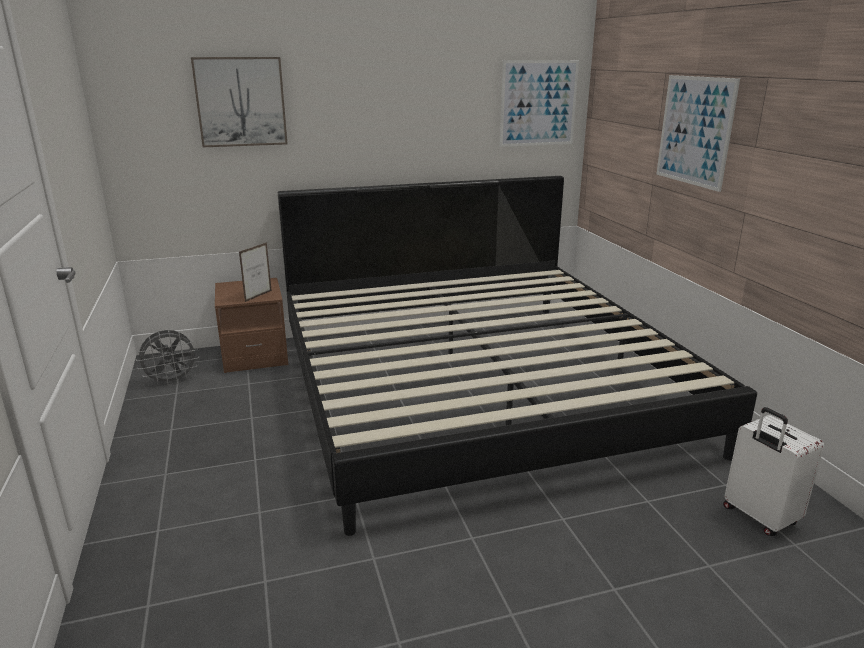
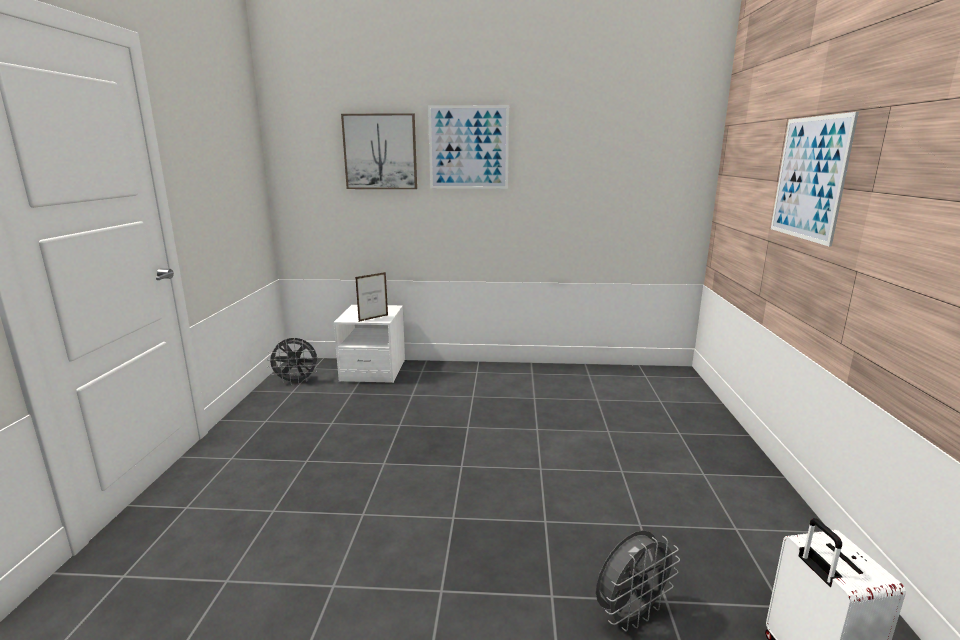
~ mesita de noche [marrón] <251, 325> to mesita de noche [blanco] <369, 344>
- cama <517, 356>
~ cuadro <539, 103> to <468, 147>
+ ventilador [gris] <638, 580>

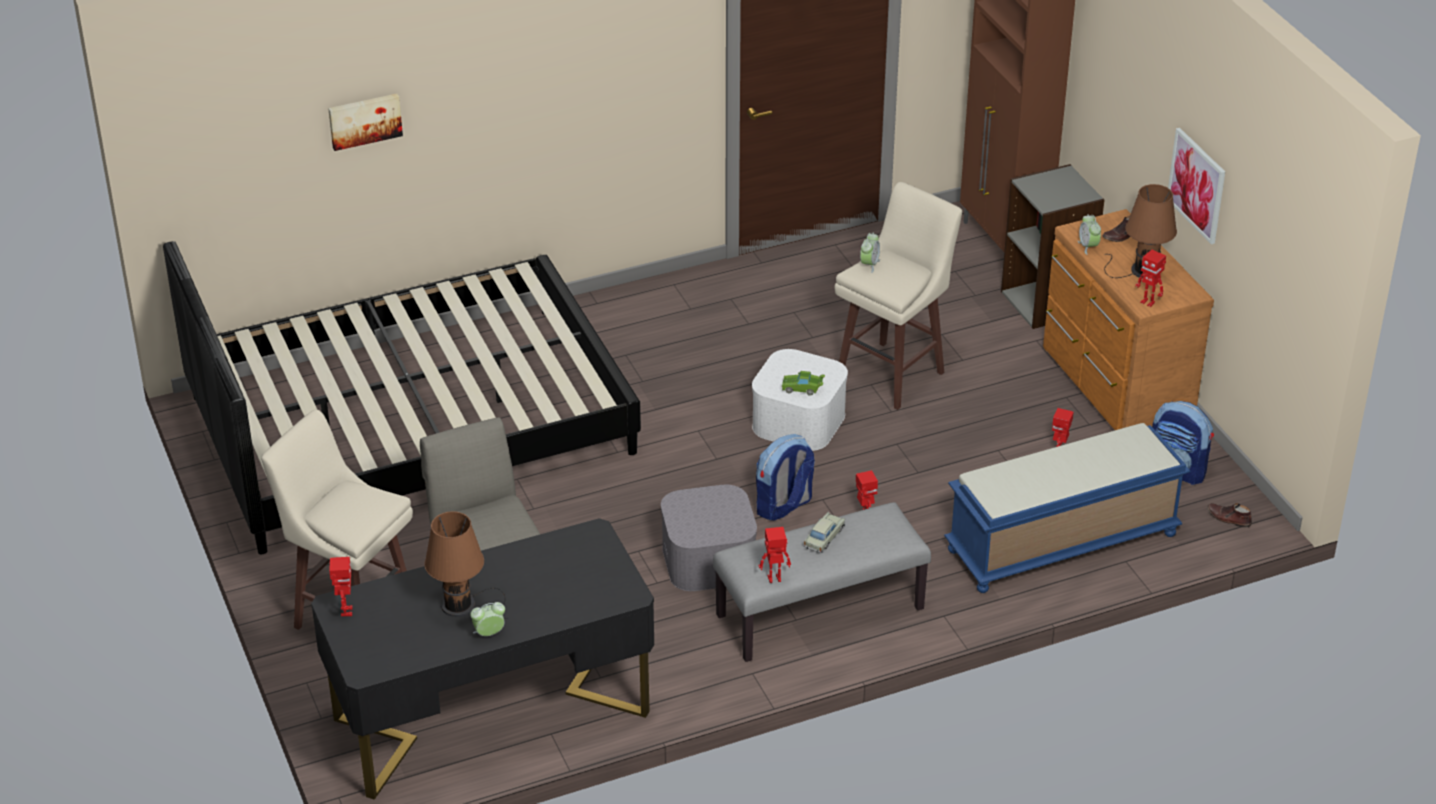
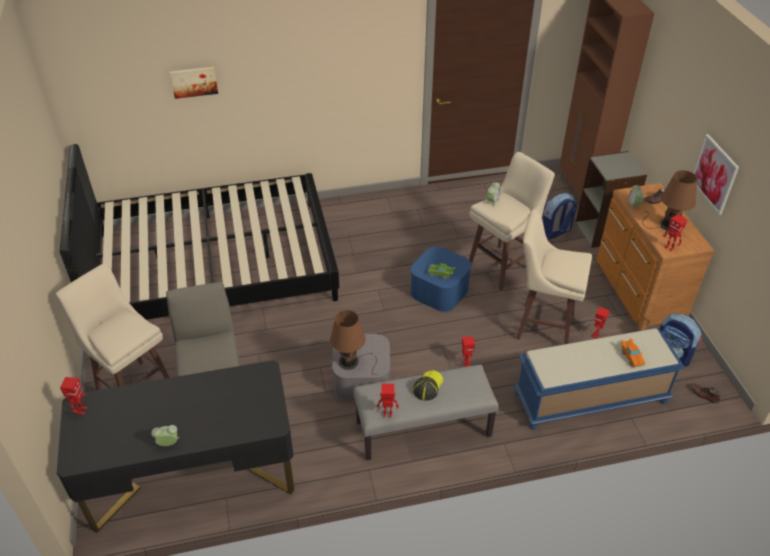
~ lámpara de mesa [marrón] <466, 565> to <353, 342>
~ caja de almacenaje [blanco] <800, 400> to caja de almacenaje [azul] <441, 279>
~ mochila <785, 477> to <560, 216>
~ coche de juguete [beis] <824, 532> to gorra <428, 386>
+ taburete [beis] <554, 276>
+ coche de juguete [naranja] <633, 353>

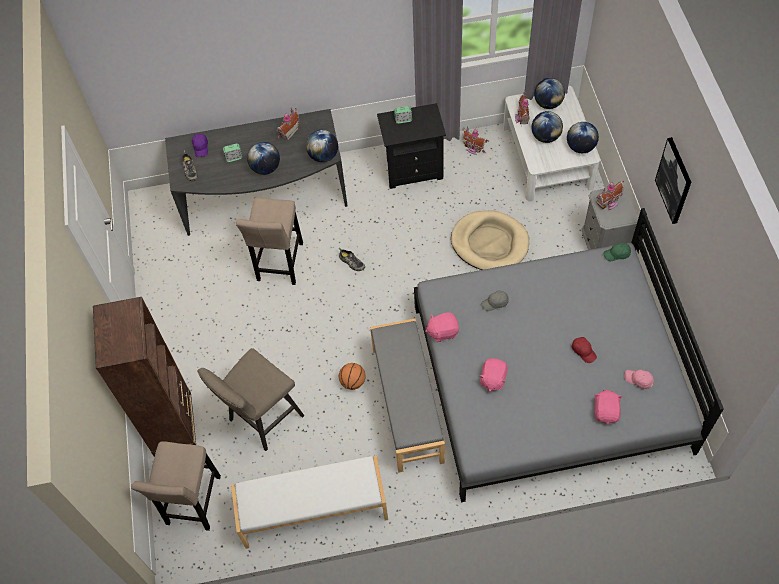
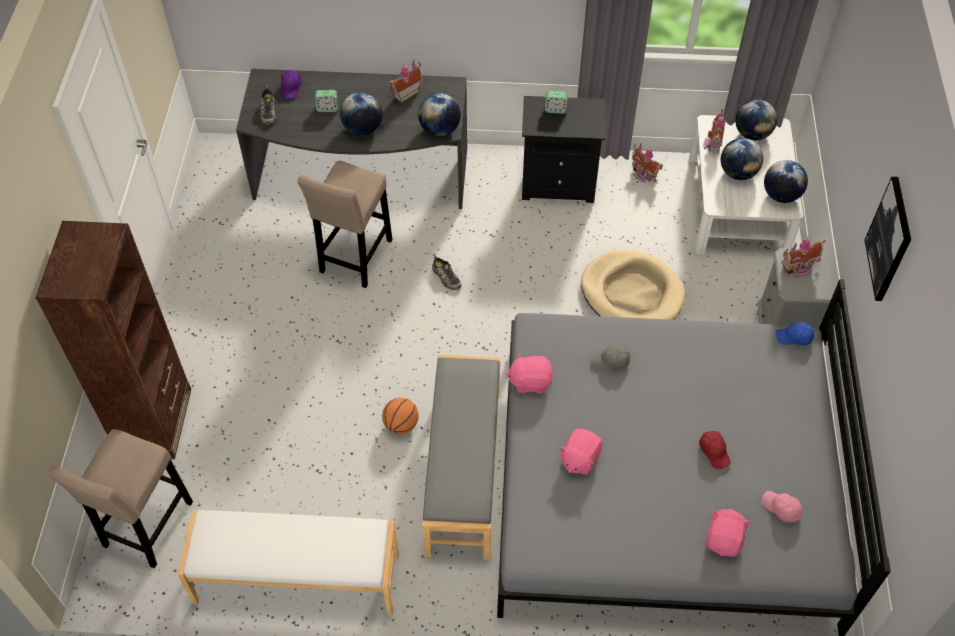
- taburete [beis] <251, 399>
~ gorra [verde] <617, 251> to gorra [azul] <795, 333>

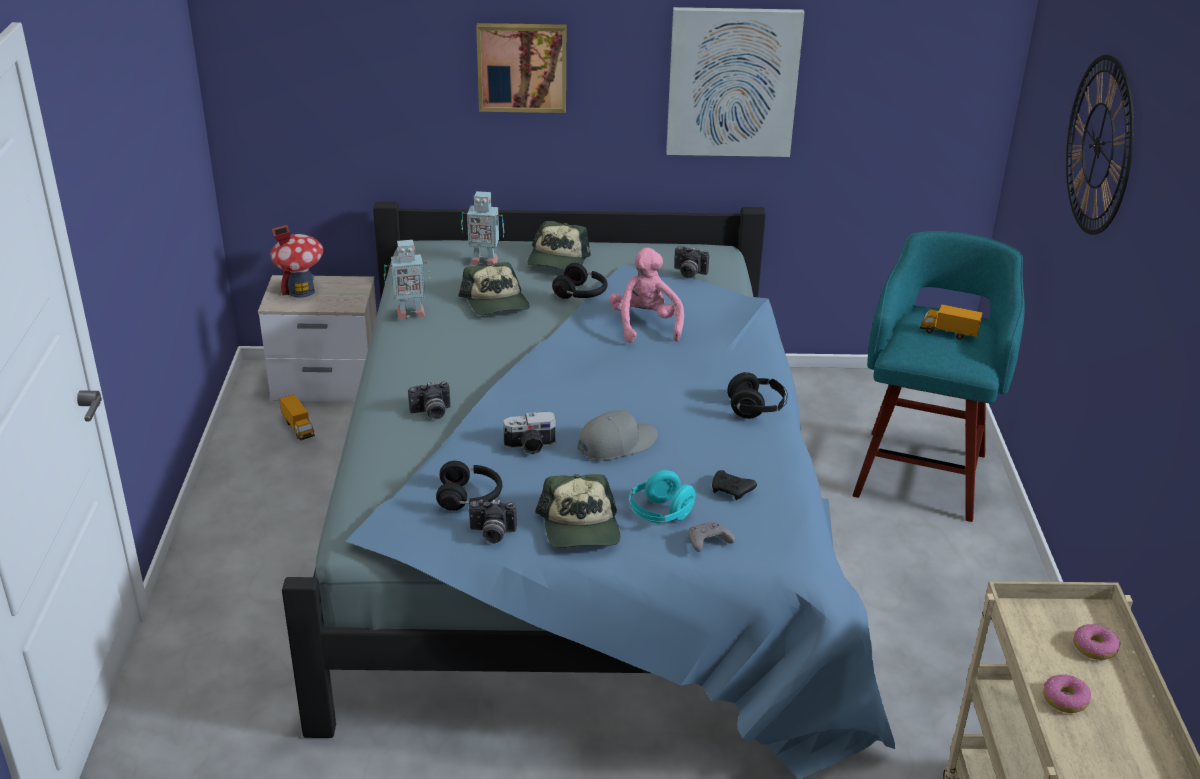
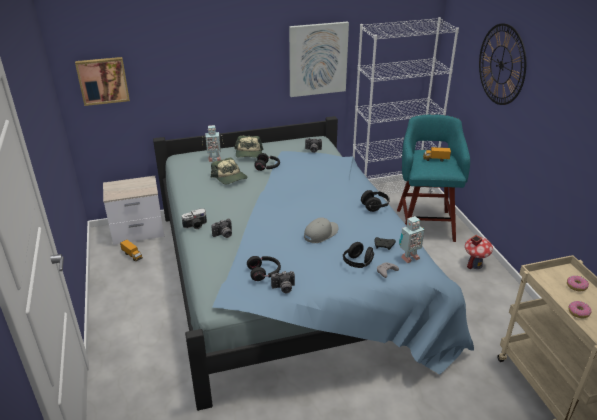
~ casita <296, 261> to <479, 252>
~ robot de juguete <407, 279> to <411, 239>
~ cuadro <521, 68> to <102, 81>
~ cámara <529, 432> to <194, 218>
- gorra <577, 511>
- peluche [rosa] <646, 295>
~ auriculares [turquesa] <662, 497> to auriculares [negro] <358, 255>
+ estantería [blanco] <406, 105>

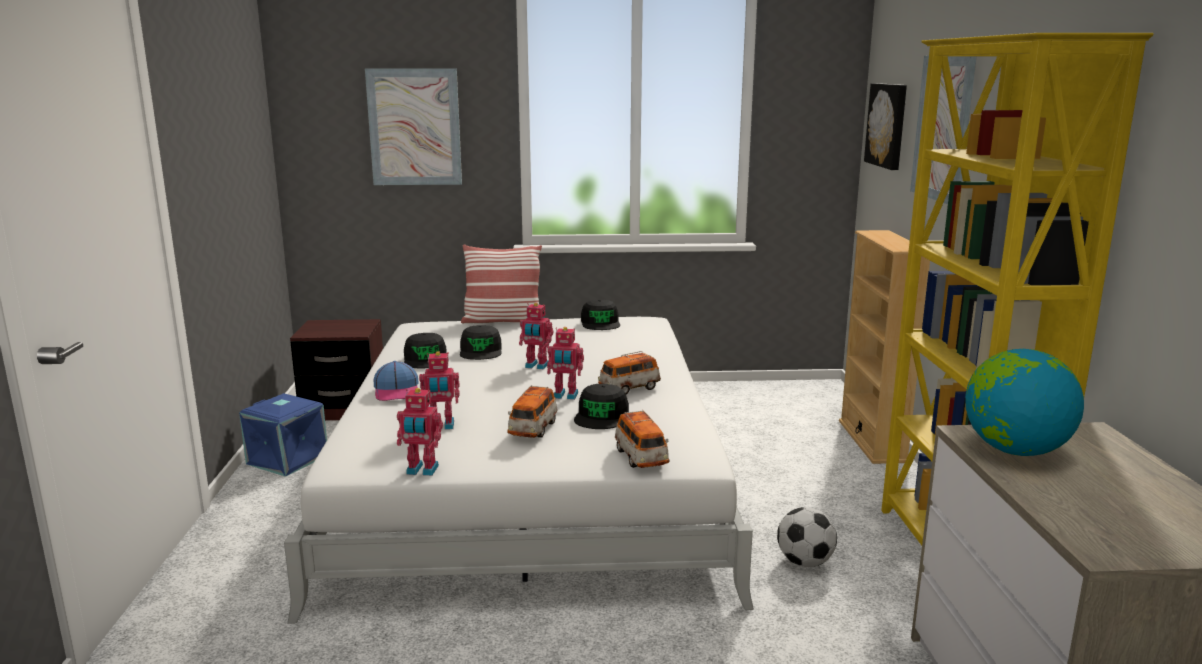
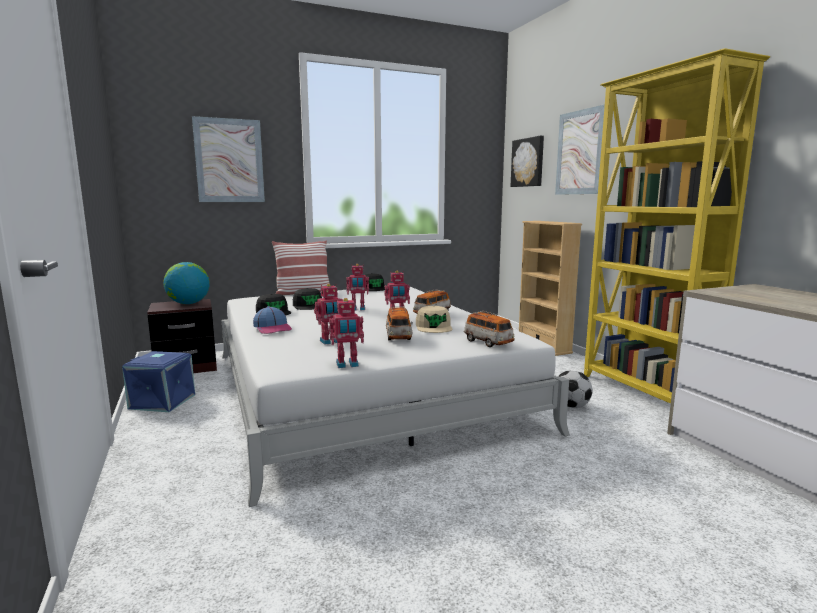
~ gorra [negro] <601, 406> to gorra [beis] <434, 319>
~ globo terráqueo <1024, 402> to <186, 283>

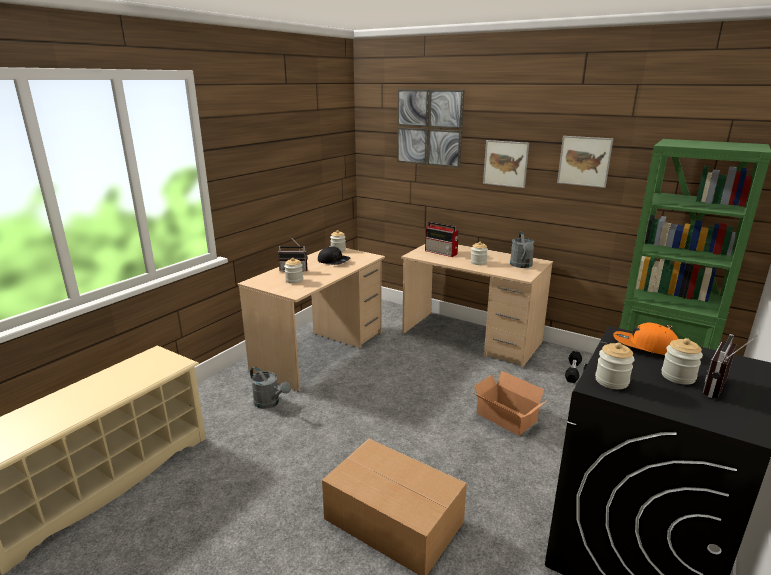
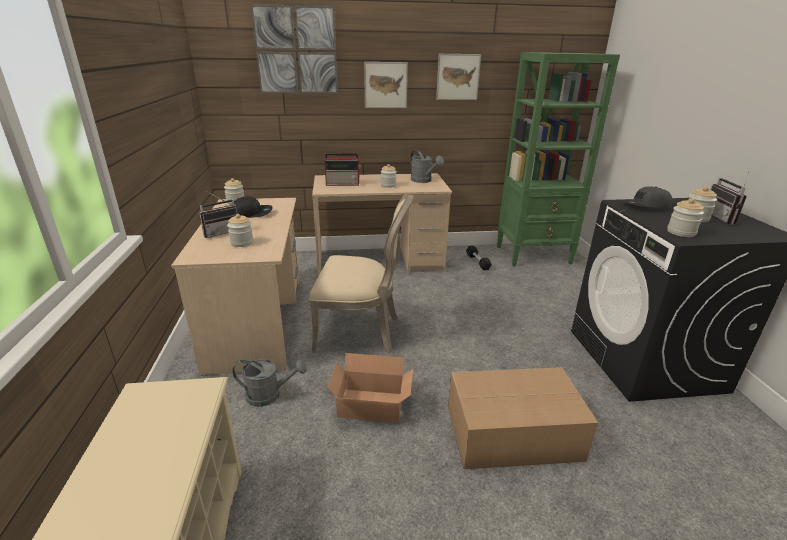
~ caja de cartón <511, 403> to <370, 388>
~ gorra [naranja] <645, 338> to gorra [gris] <647, 197>
+ silla [beis] <361, 273>

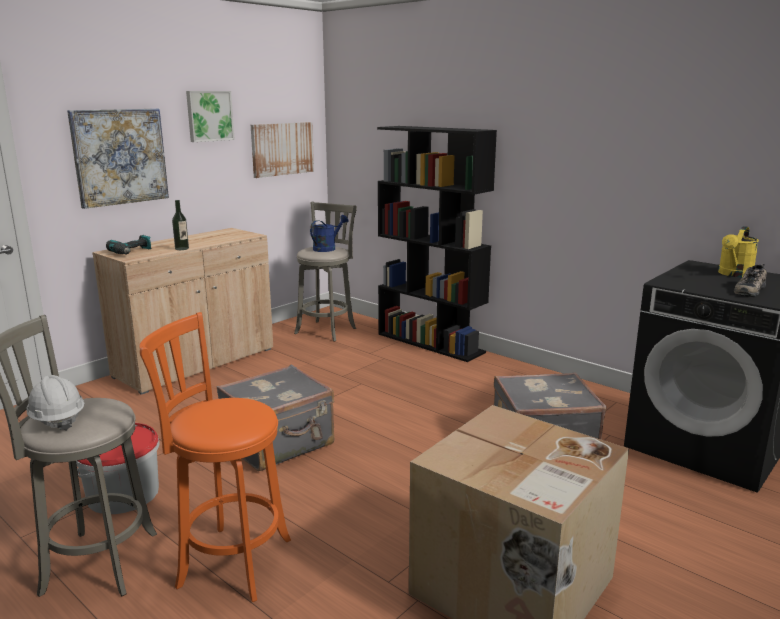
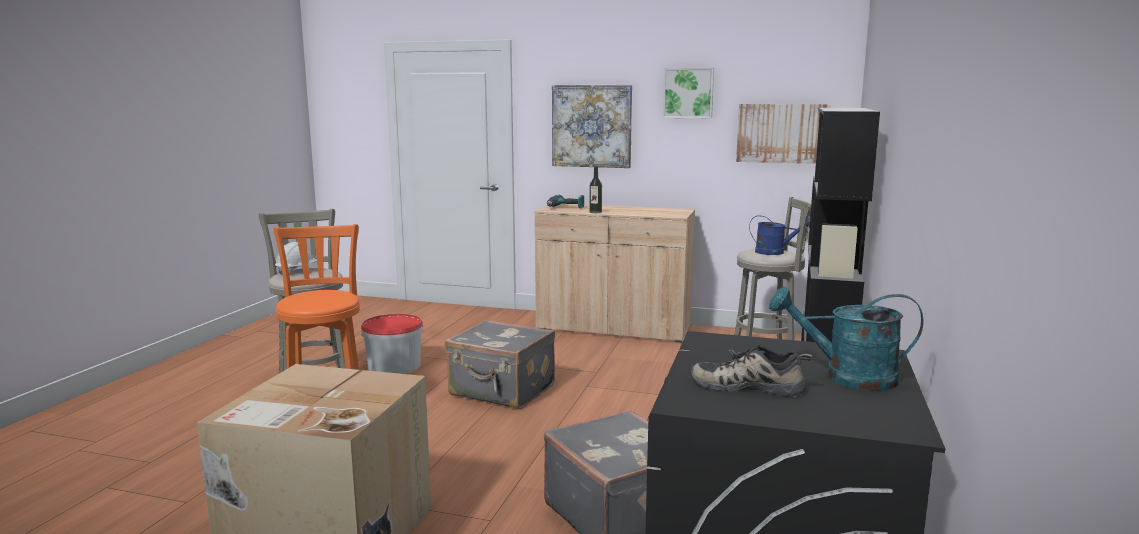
~ regadera [amarillo] <738, 251> to regadera [turquesa] <846, 339>

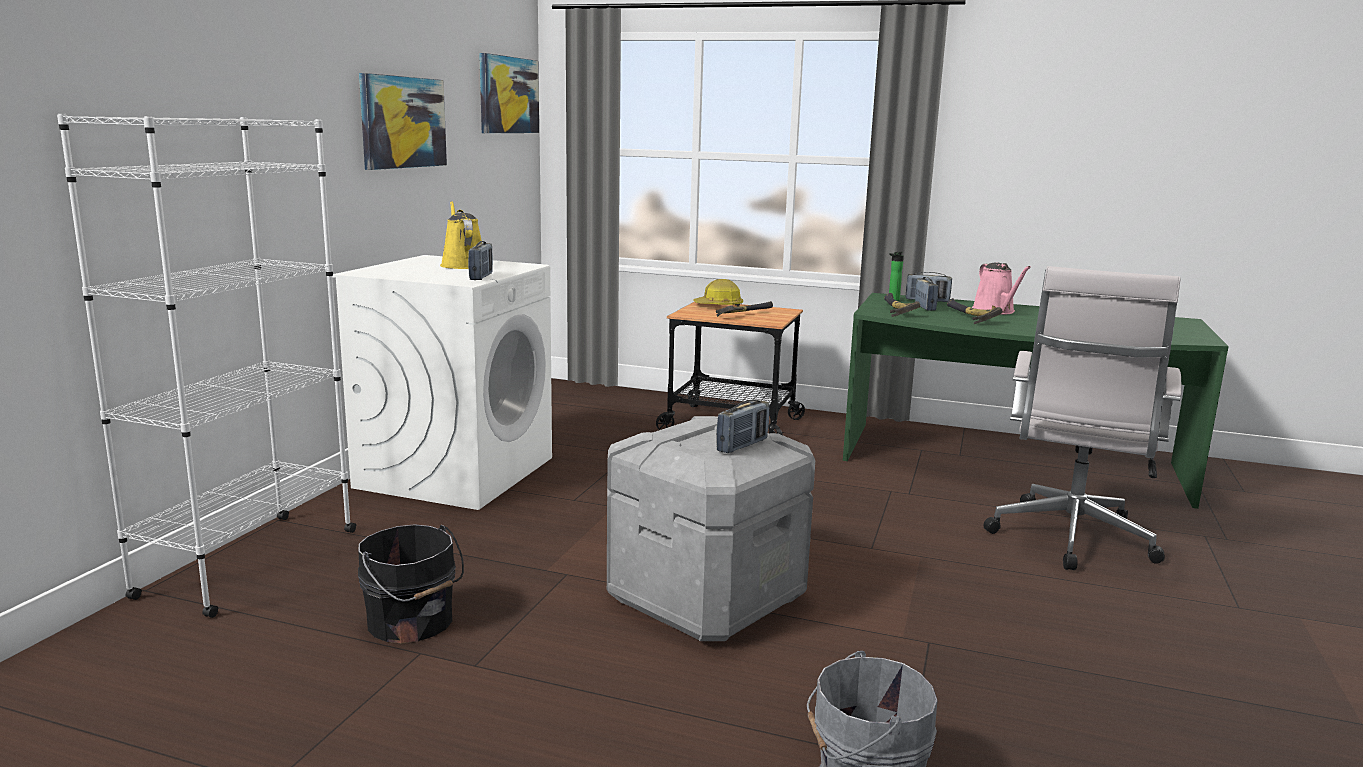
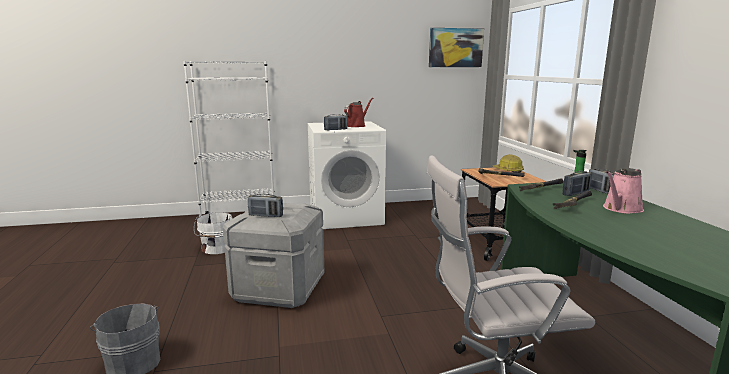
~ cubo [negro] <411, 584> to cubo [blanco] <213, 233>
- cuadro <403, 121>
~ regadera [amarillo] <461, 235> to regadera [rojo] <358, 112>

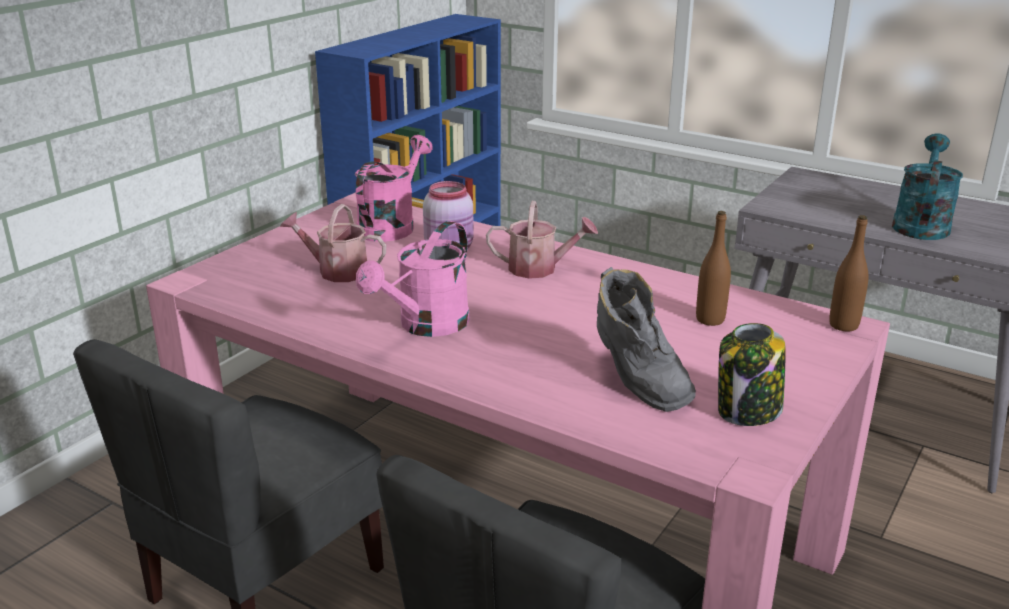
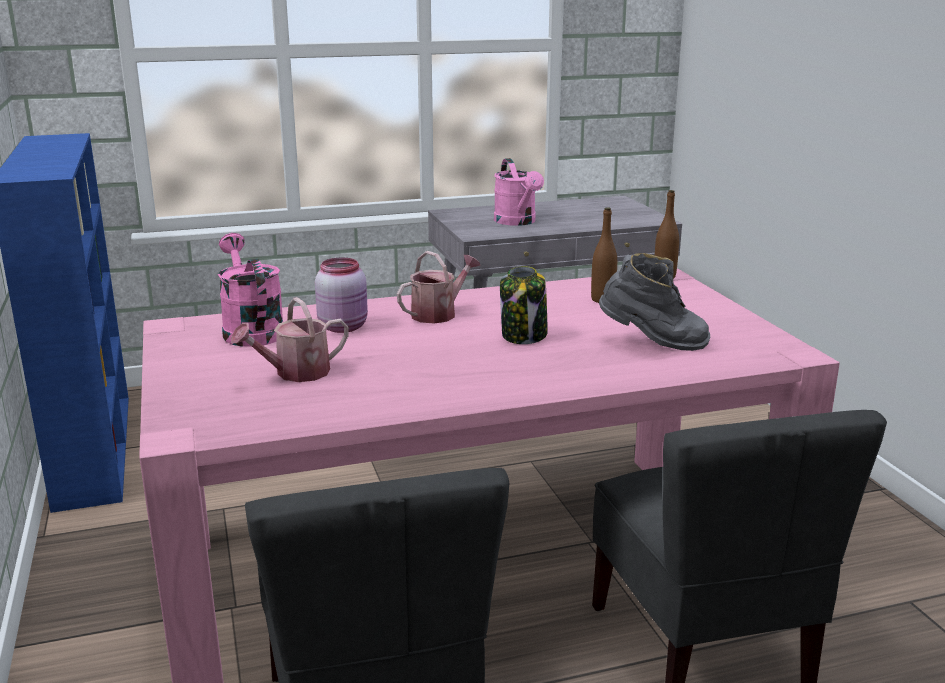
~ regadera [rosa] <413, 279> to <519, 192>
~ tarro <752, 374> to <524, 305>
- regadera [turquesa] <927, 186>

